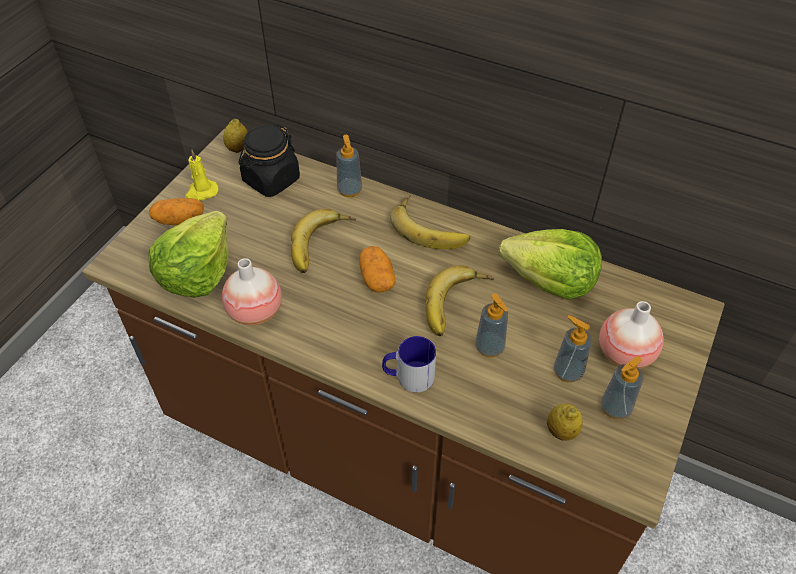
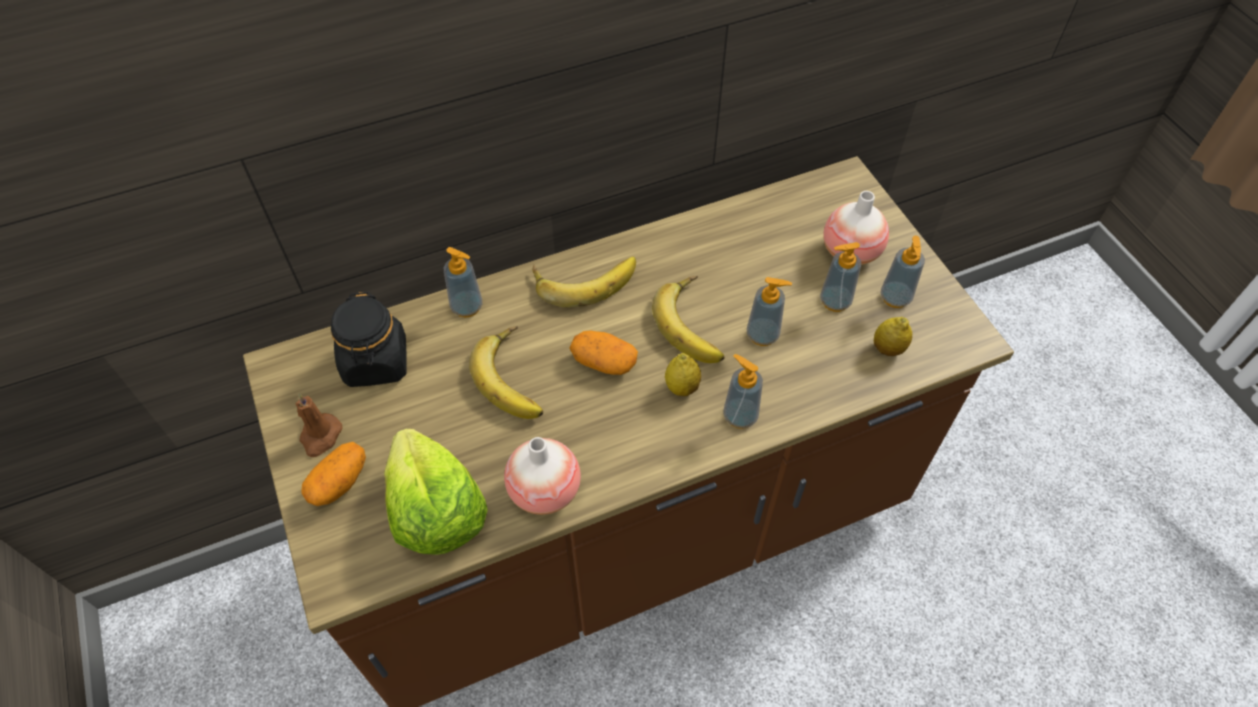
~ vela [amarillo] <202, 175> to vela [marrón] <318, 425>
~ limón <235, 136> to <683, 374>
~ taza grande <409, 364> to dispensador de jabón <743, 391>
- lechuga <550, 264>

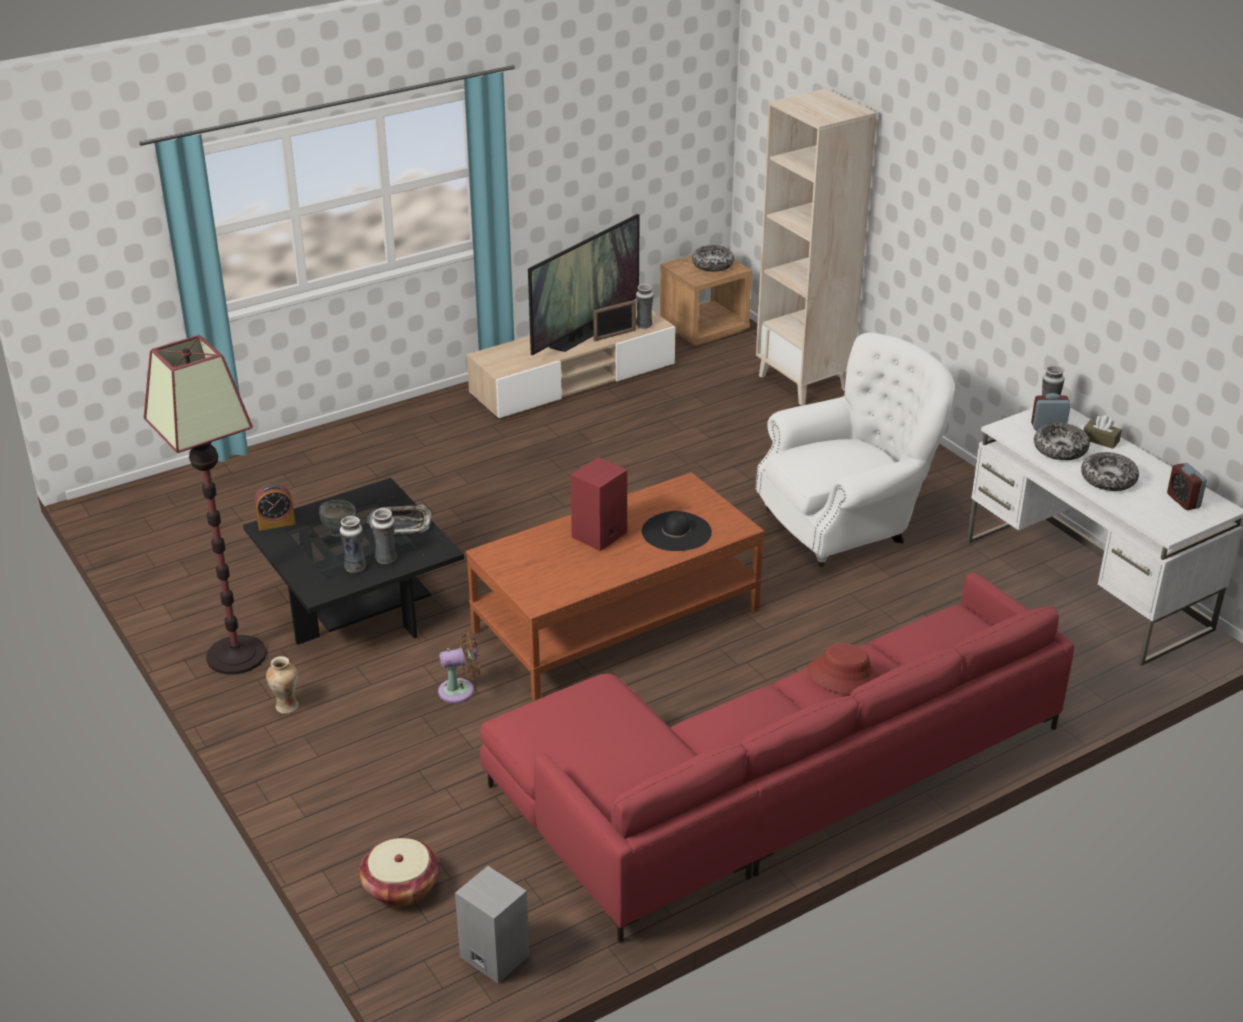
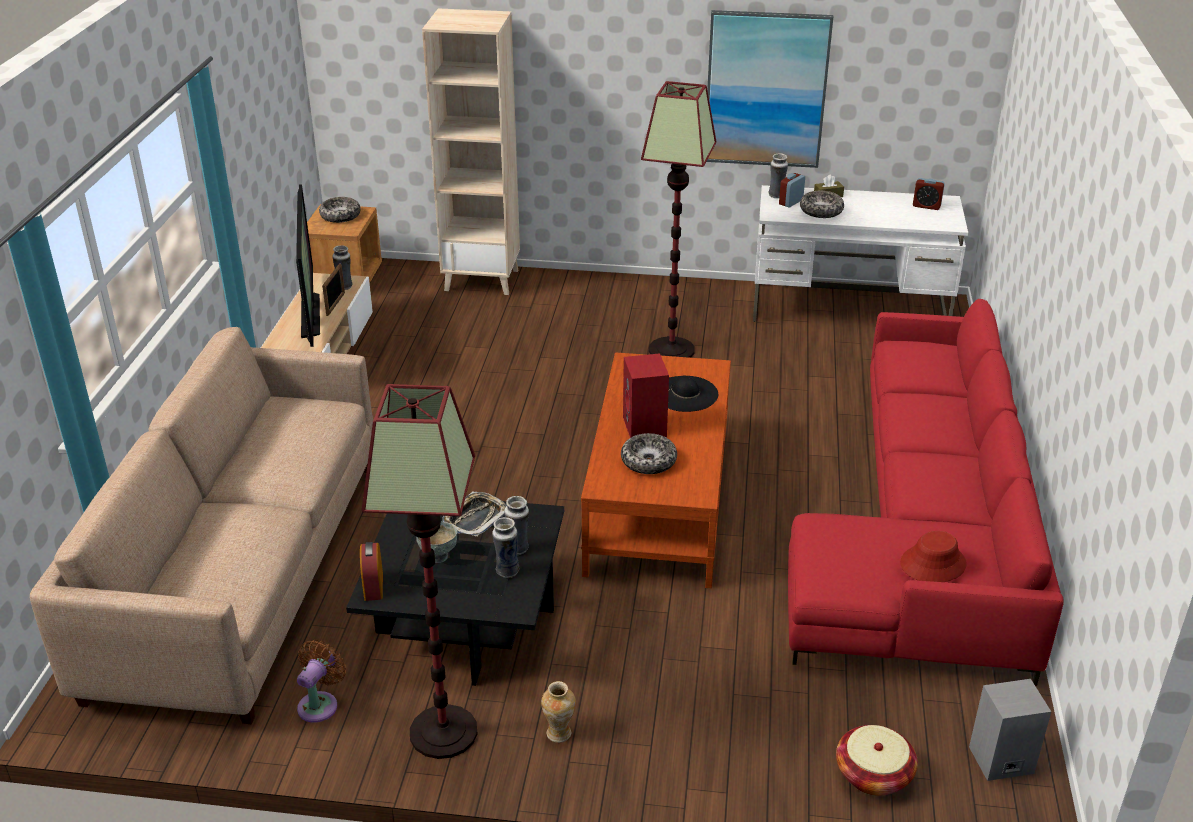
~ despertador <275, 506> = <371, 571> 150 degrees clockwise
~ ventilador [marrón] <459, 667> to <321, 681>
~ sillón [blanco] <855, 449> to lámpara de pie <678, 219>
~ sombrero [rojo] <843, 669> to <933, 556>
~ cuenco <1110, 471> to <649, 453>
+ sofá [beis] <201, 525>
+ cuadro <769, 89>

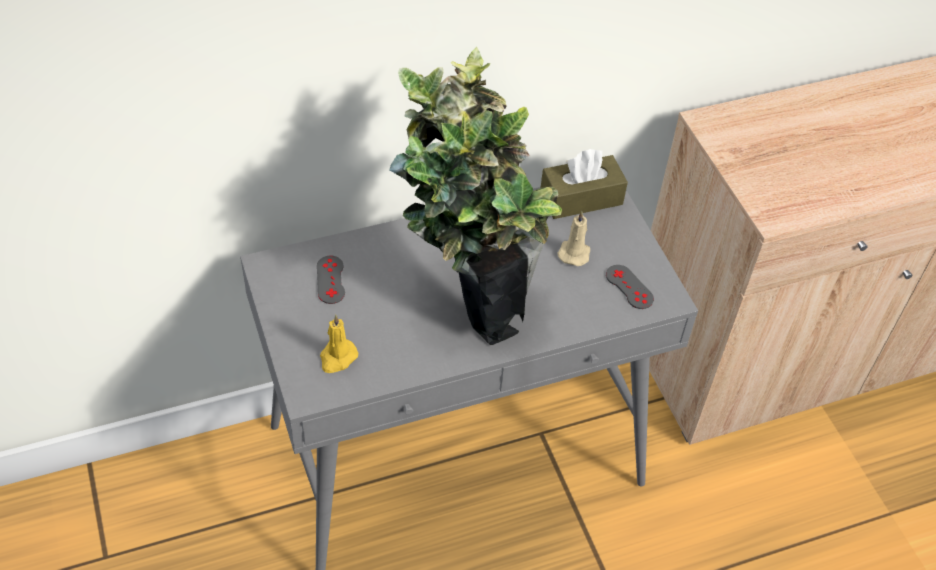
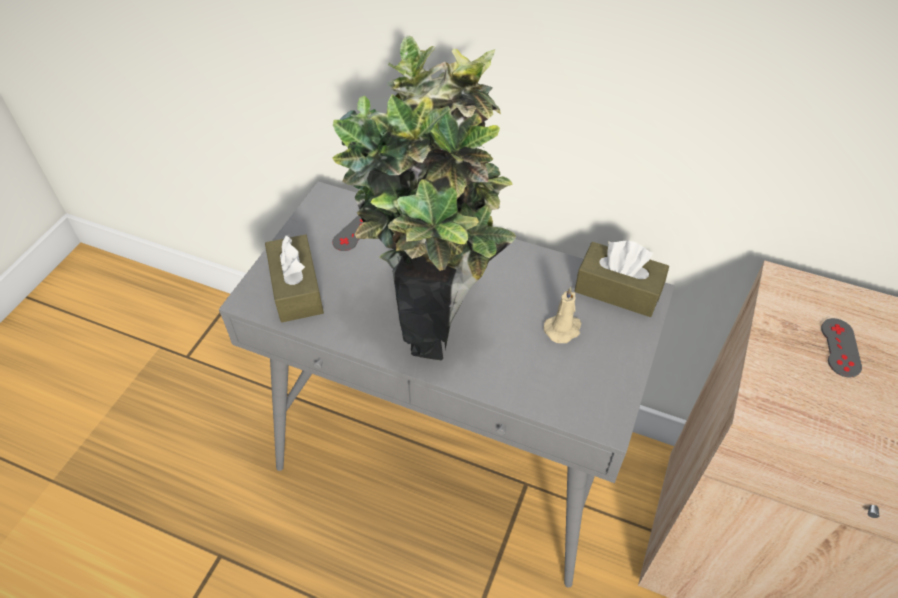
~ vela [amarillo] <339, 344> to caja de pañuelos [marrón] <294, 278>
~ mando de consola [gris] <630, 287> to <841, 347>

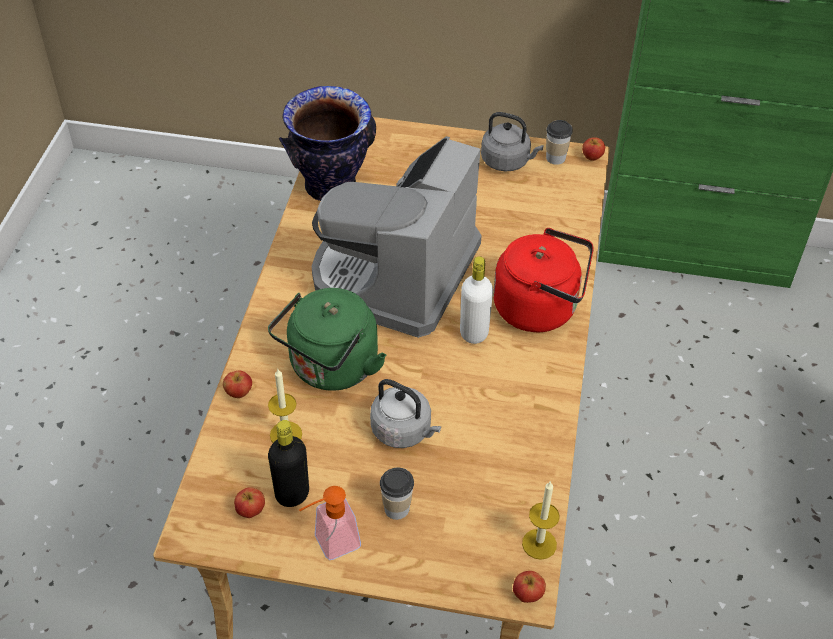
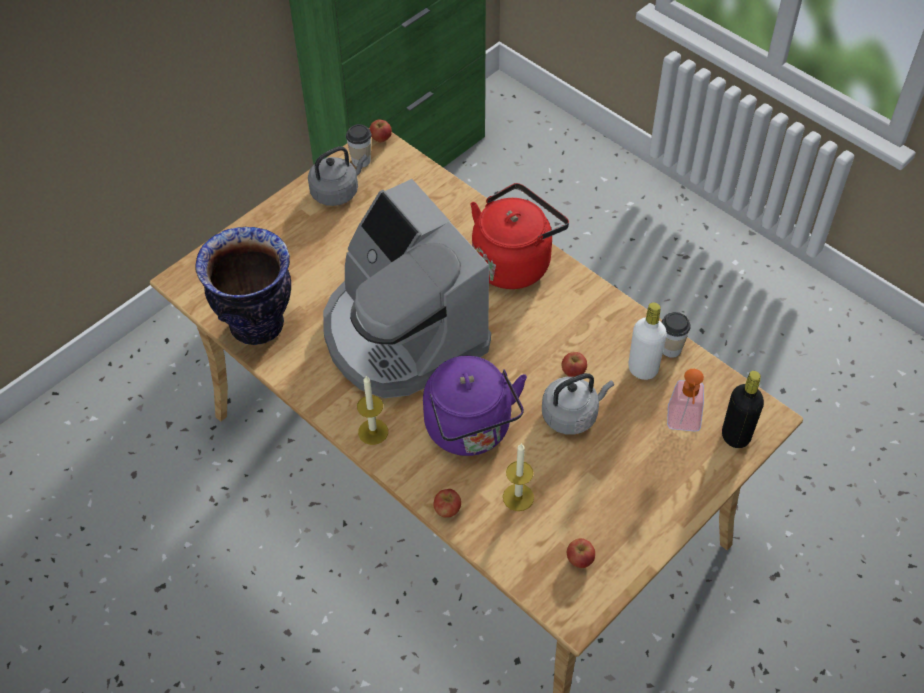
~ hervidor [verde] <327, 339> to hervidor [morado] <475, 406>
~ botella [negro] <288, 463> to <743, 409>
~ dispensador de jabón <330, 523> to <685, 400>
~ taza <397, 494> to <676, 335>
~ botella [blanco] <476, 300> to <647, 341>
~ manzana <529, 587> to <574, 364>
~ vela <541, 521> to <372, 410>

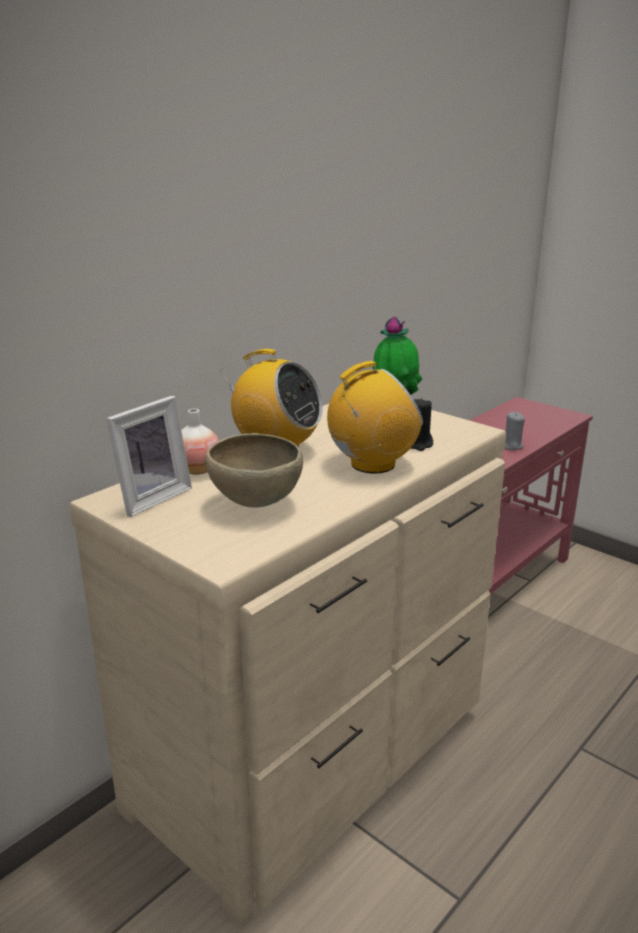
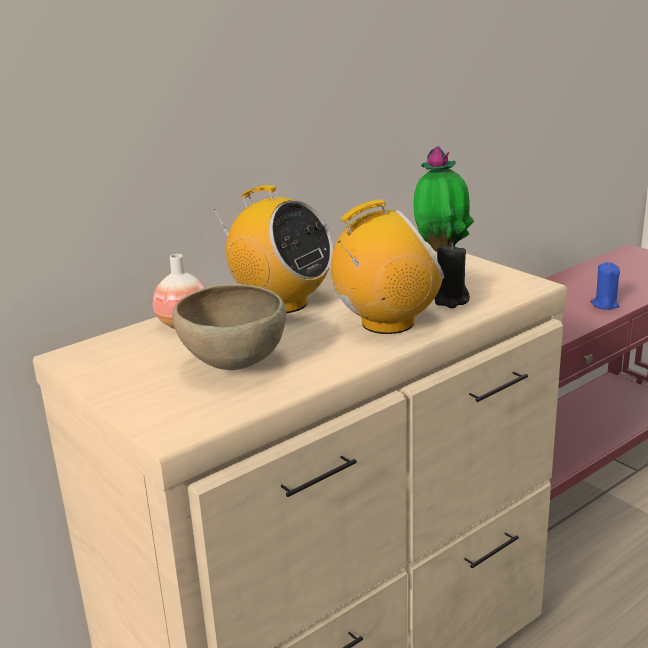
- portarretratos <149, 456>
~ vela [gris] <515, 431> to vela [azul] <605, 286>

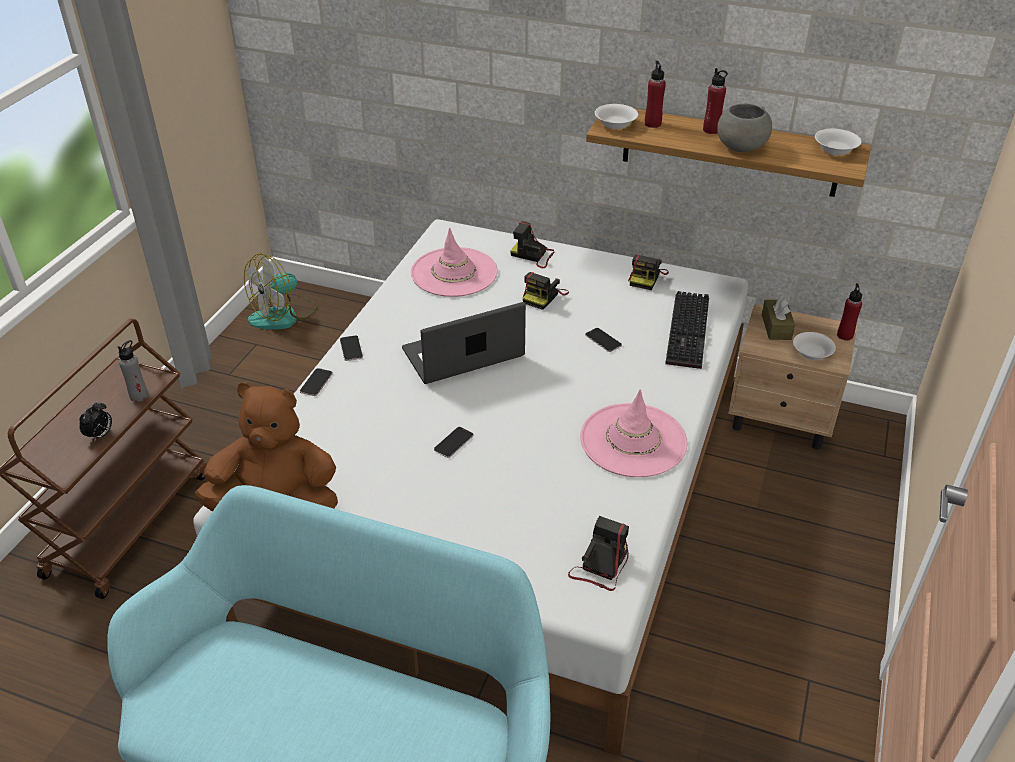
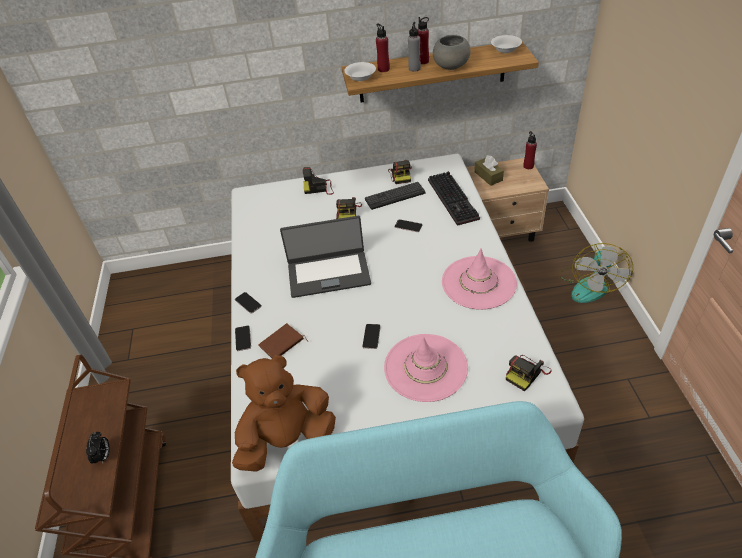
~ botella [gris] <133, 371> to <414, 47>
~ ventilador <280, 291> to <595, 273>
~ portátil <464, 343> = <325, 257> 135 degrees counterclockwise
~ sombrero [rosa] <454, 262> to <426, 368>
~ cámara <598, 553> = <529, 373> 135 degrees counterclockwise
- cuenco [blanco] <814, 346>
+ libro [marrón] <284, 340>
+ teclado <395, 196>

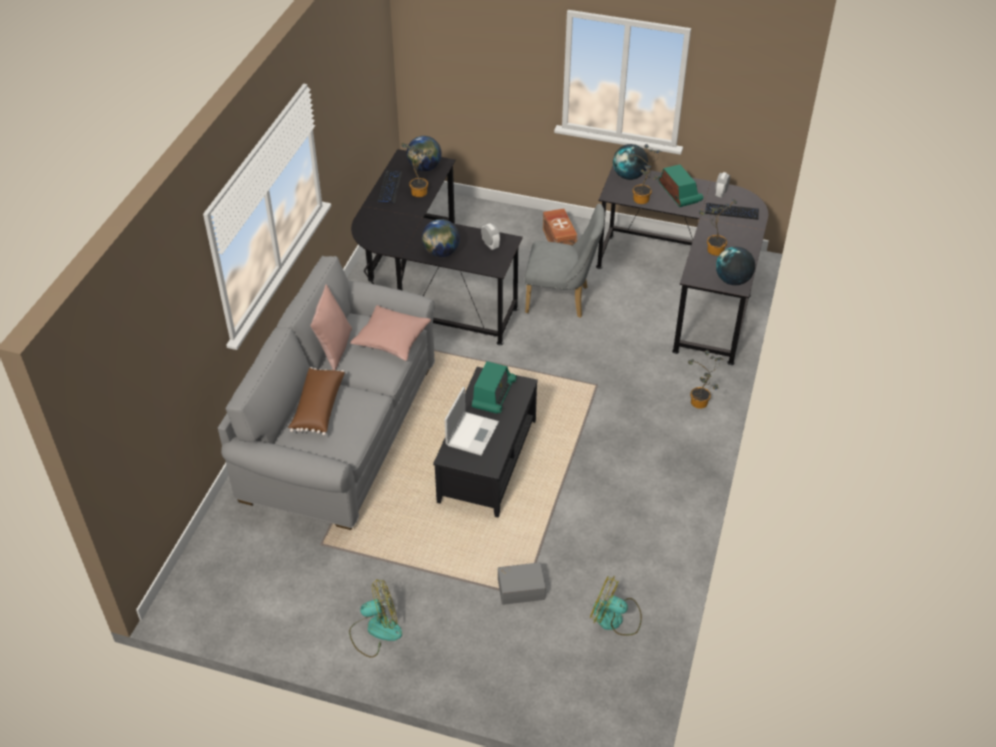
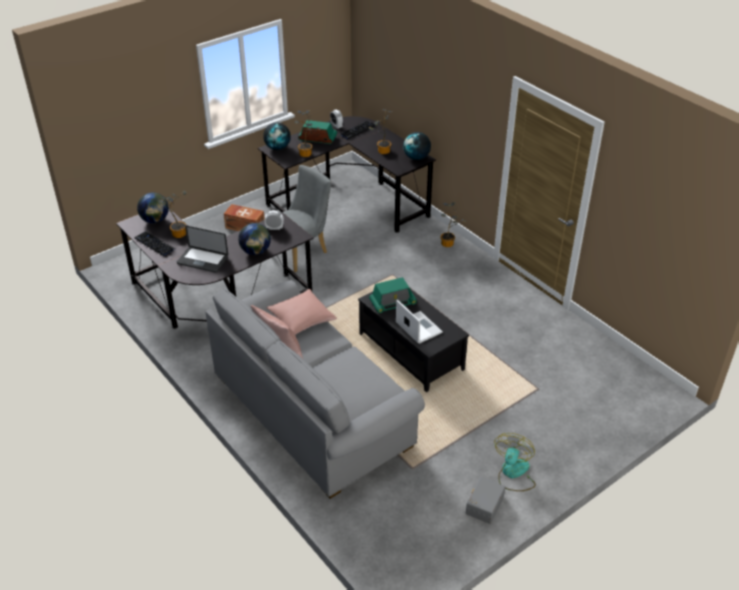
- cojín [marrón] <316, 401>
~ radio <494, 387> = <393, 295> 105 degrees clockwise
~ caja de almacenaje [gris] <522, 583> to <485, 500>
- ventilador <616, 605>
+ portátil <202, 249>

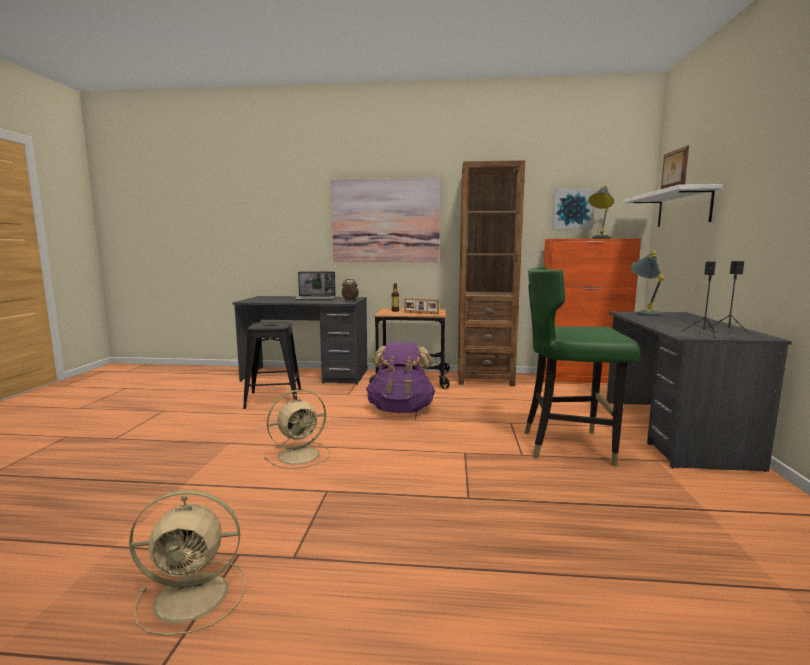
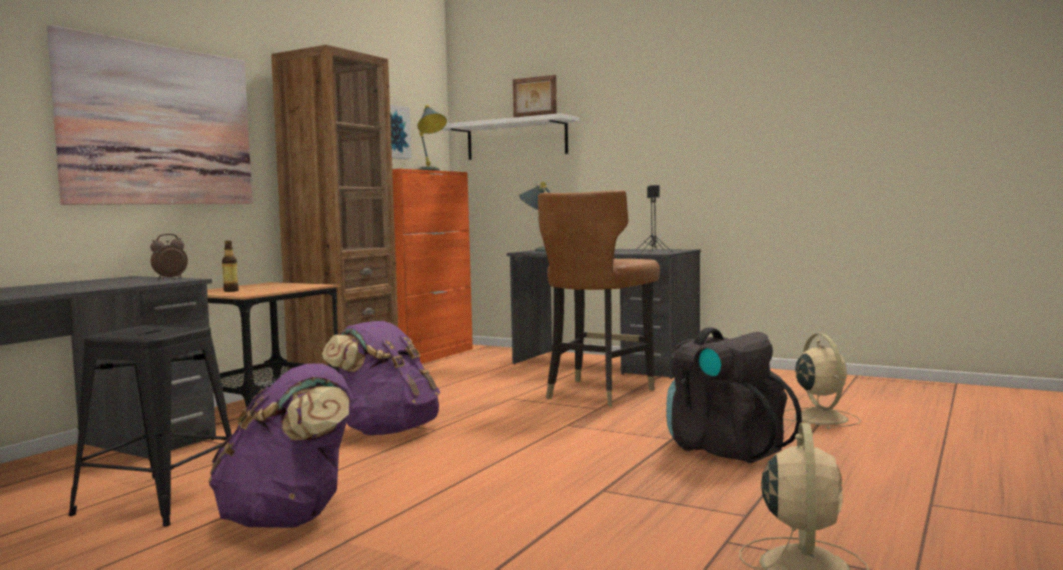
~ ventilador [beis] <297, 429> to <822, 381>
- portátil <315, 285>
- portarretratos <421, 306>
~ silla [verde] <582, 366> to silla [marrón] <599, 298>
+ mochila [morado] <281, 445>
+ mochila [negro] <734, 395>

